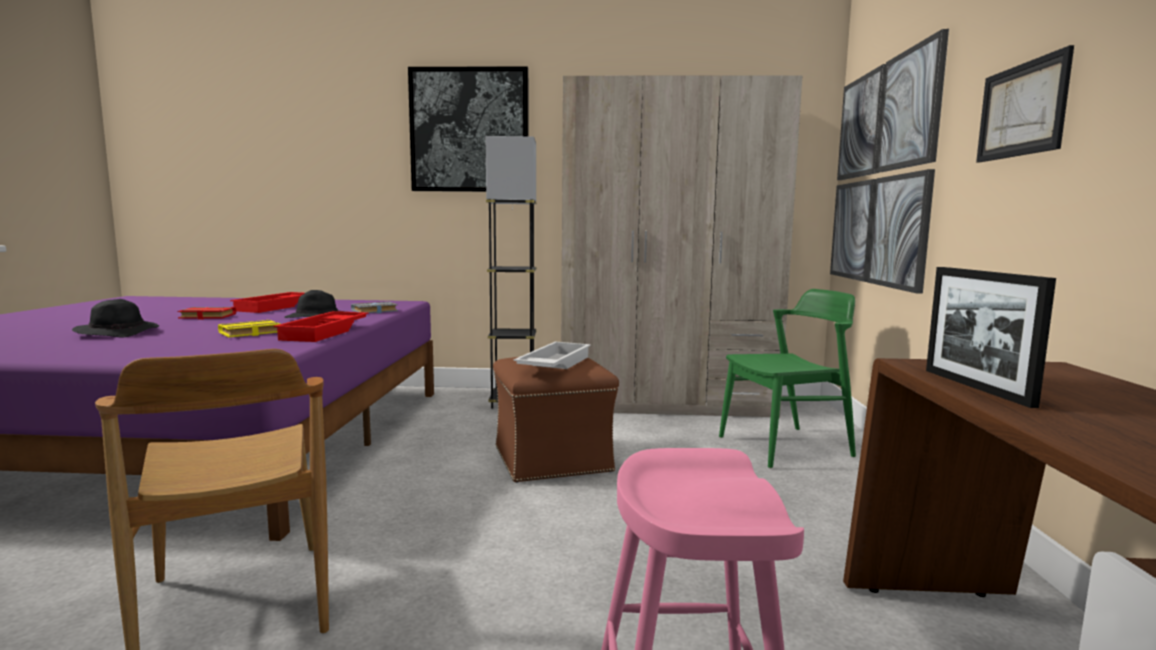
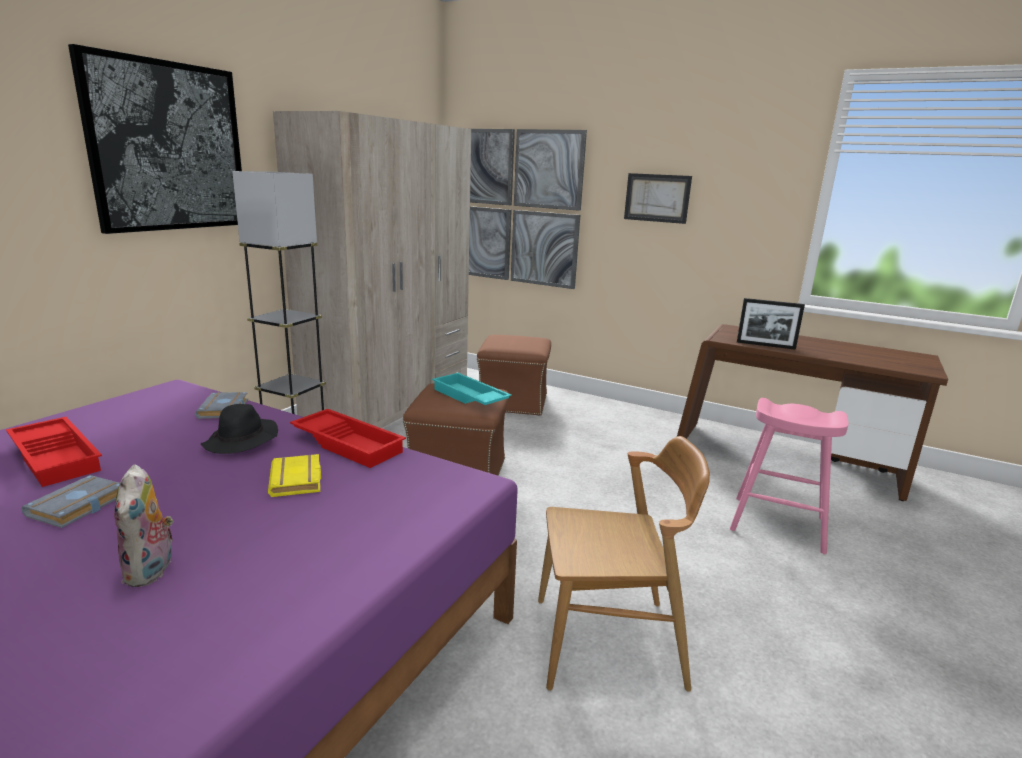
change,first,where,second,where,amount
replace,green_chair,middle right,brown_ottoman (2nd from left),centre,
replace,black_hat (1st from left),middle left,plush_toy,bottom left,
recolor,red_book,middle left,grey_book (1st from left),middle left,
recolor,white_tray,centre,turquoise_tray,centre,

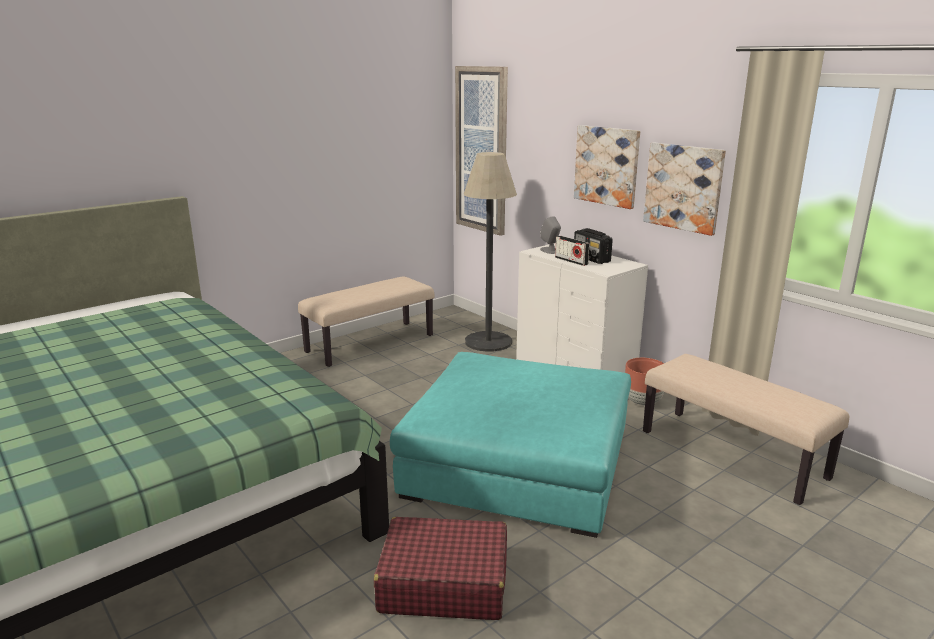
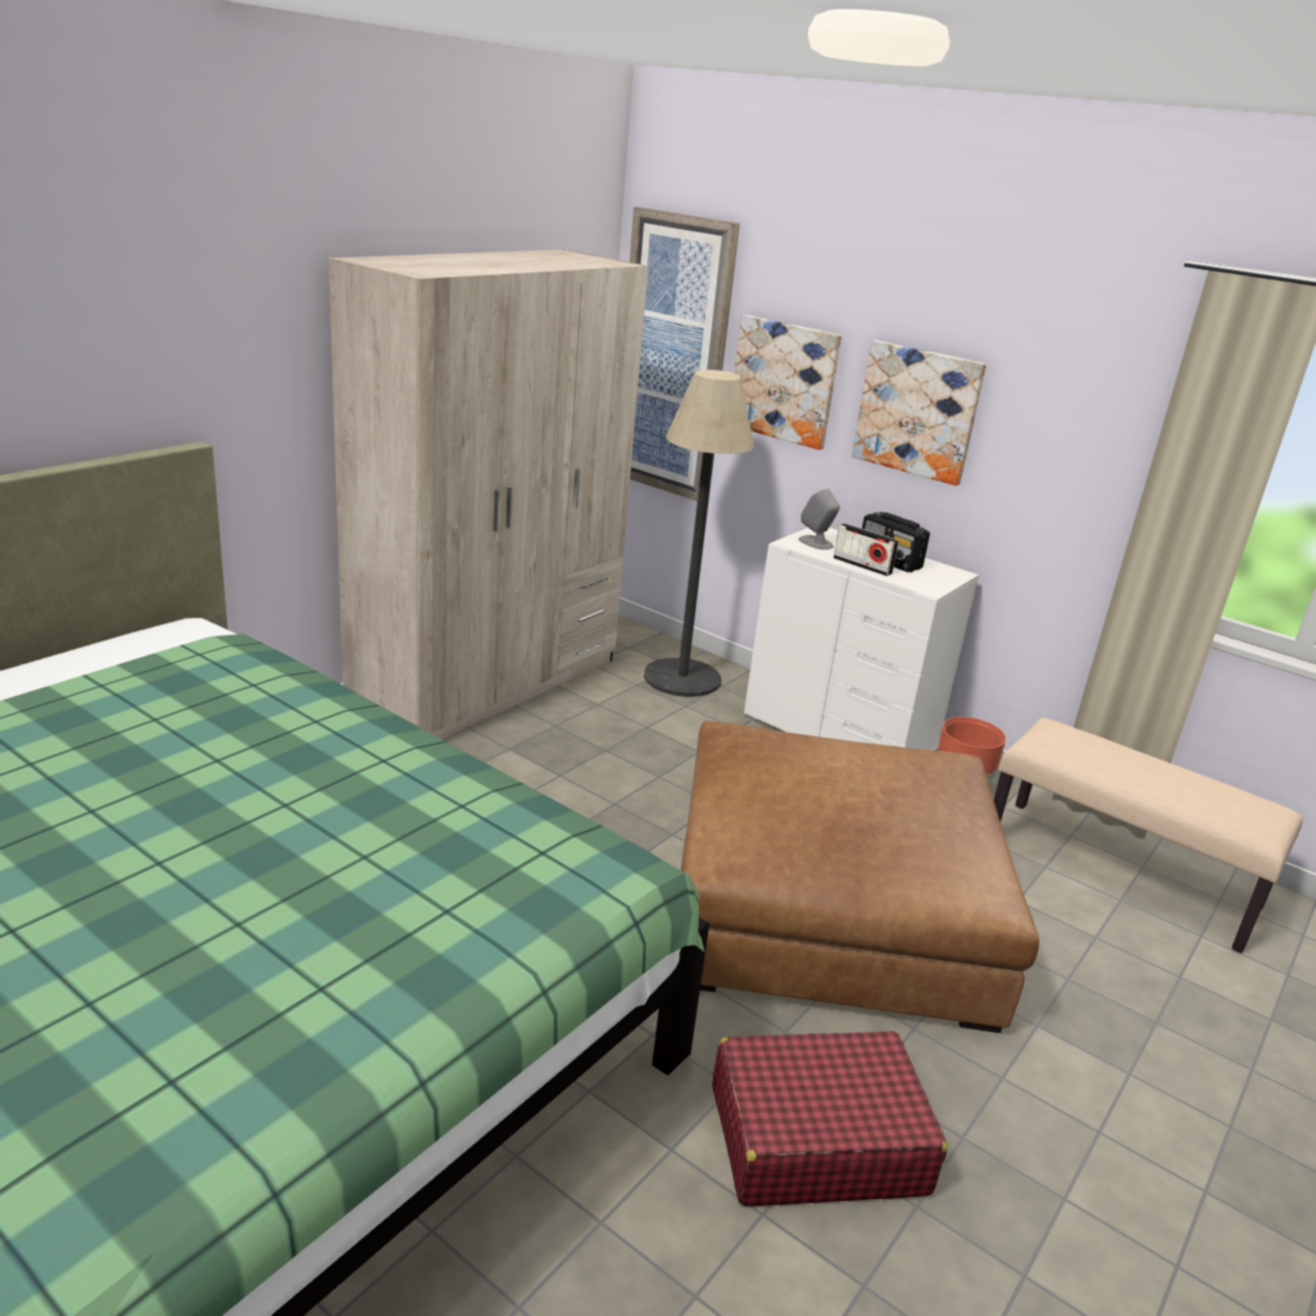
change,first,where,second,where,amount
move,picture (3rd from left in the first image),top right,picture (2nd from left),top centre,
replace,beige_bench (1st from left),centre,beige_wardrobe,centre,
recolor,turquoise_ottoman,bottom centre,brown_ottoman,centre,

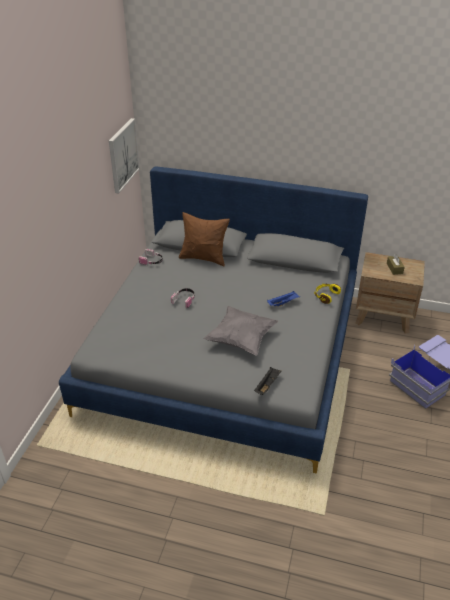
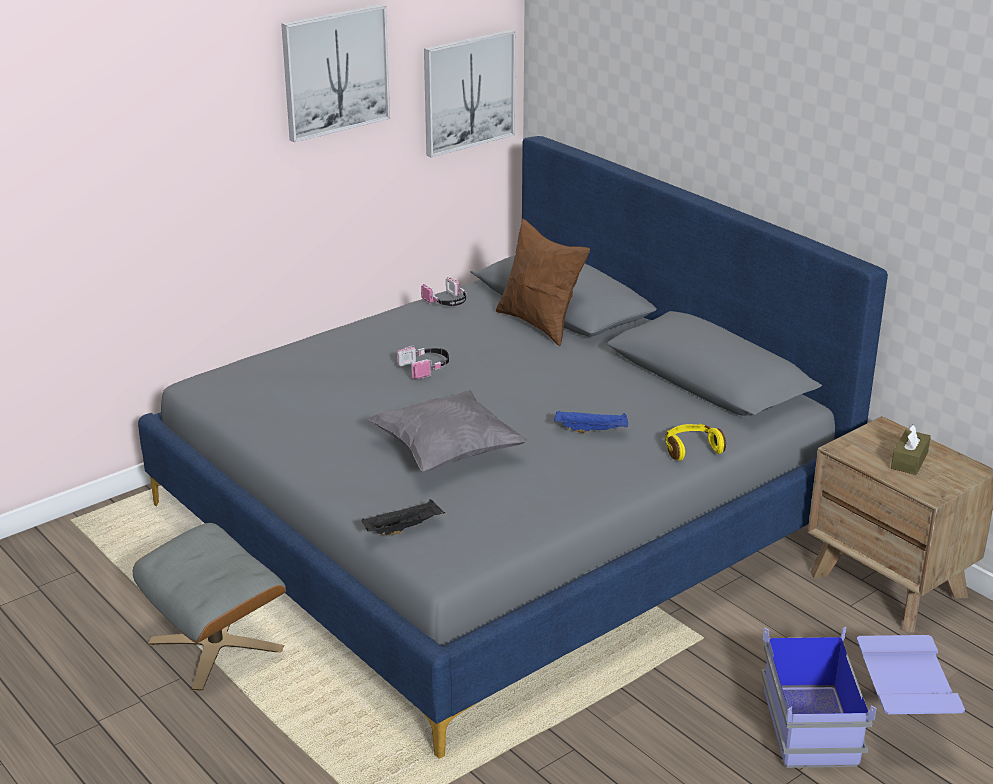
change,first,where,second,where,amount
insert,,,picture (1st from left),top centre,
insert,,,grey_ottoman,bottom left,

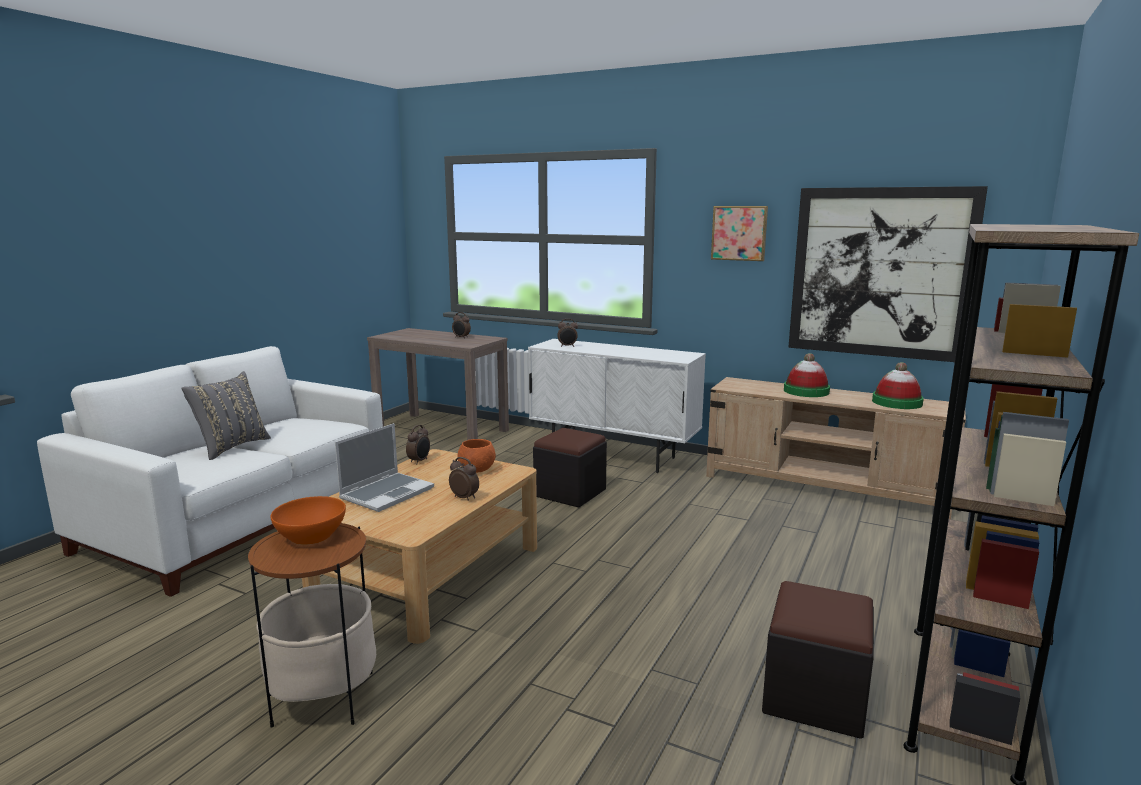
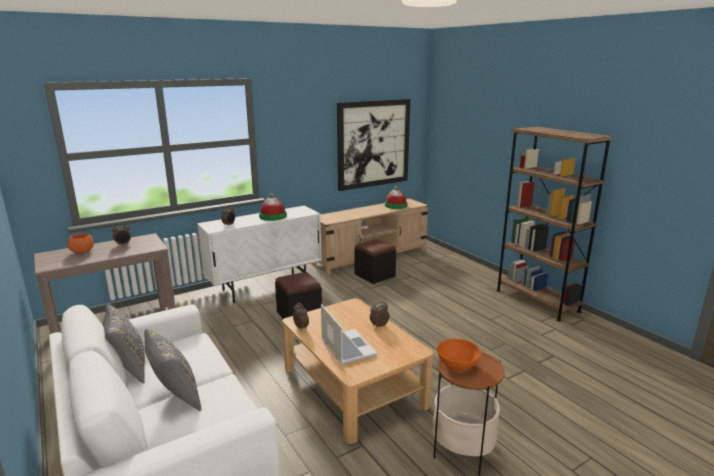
change,first,where,second,where,amount
delete,picture (1st from left),top centre,,,
move,hat (1st from left),middle right,,centre,
move,orange_bowl (2nd from left in the first image),centre,orange_bowl (1st from left),middle left,
move,black_ottoman (2nd from left),bottom right,,centre,
insert,,,grey_pillow (1st from left),bottom left,

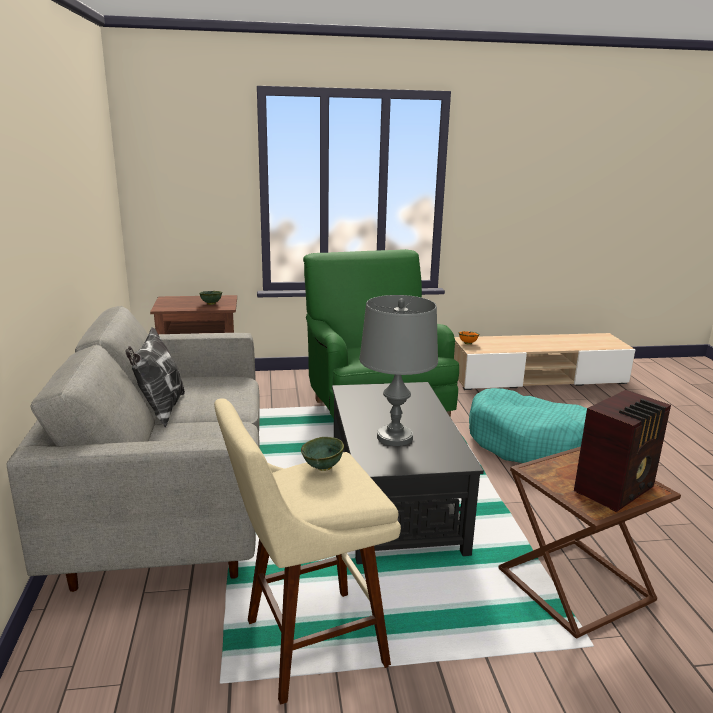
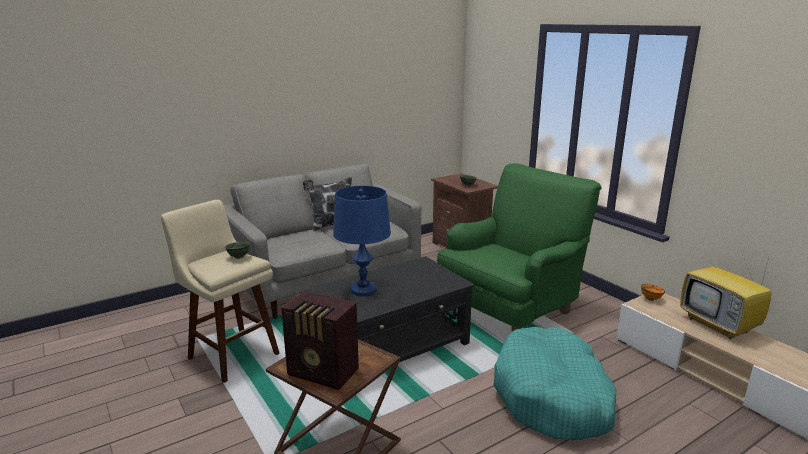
change,first,where,second,where,amount
recolor,grey_table_lamp,centre,blue_table_lamp,centre,
insert,,,television,middle right,

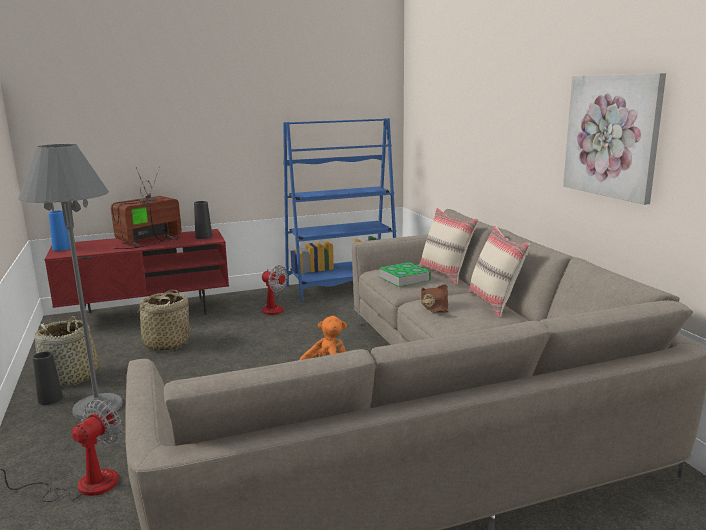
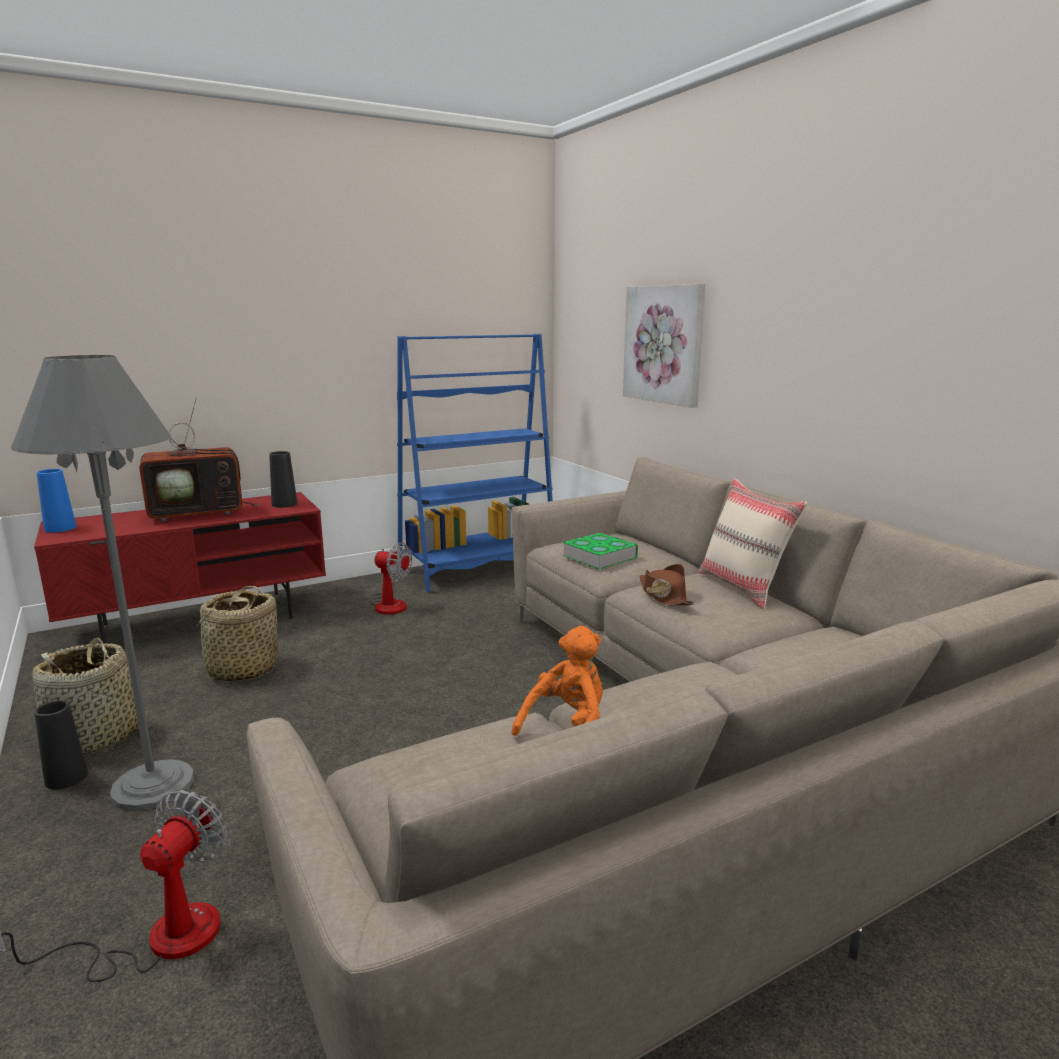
change,first,where,second,where,amount
move,picture,top right,,top centre,
rotate,television,middle left,,middle left,150 degrees counterclockwise
delete,beige_pillow (1st from left),centre,,,

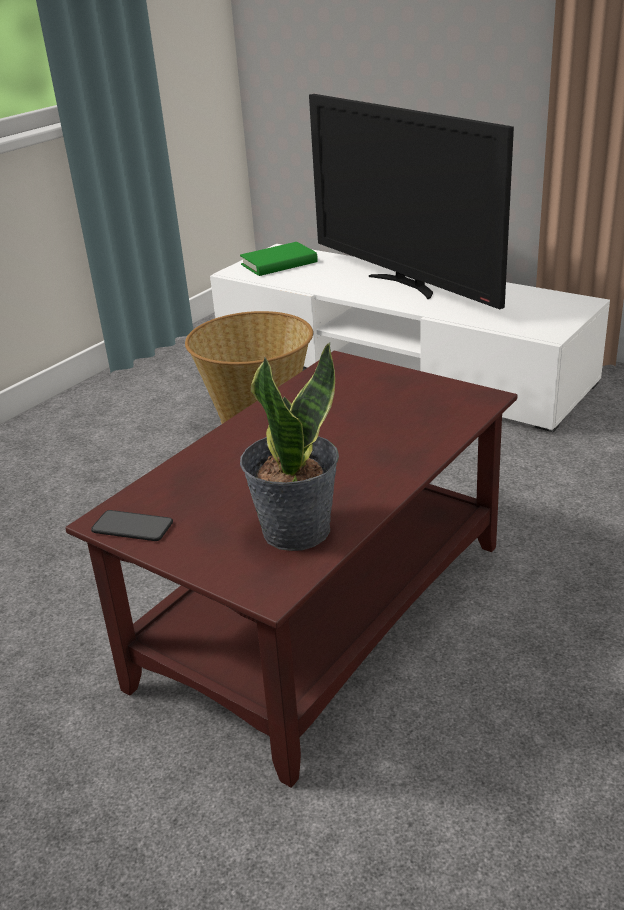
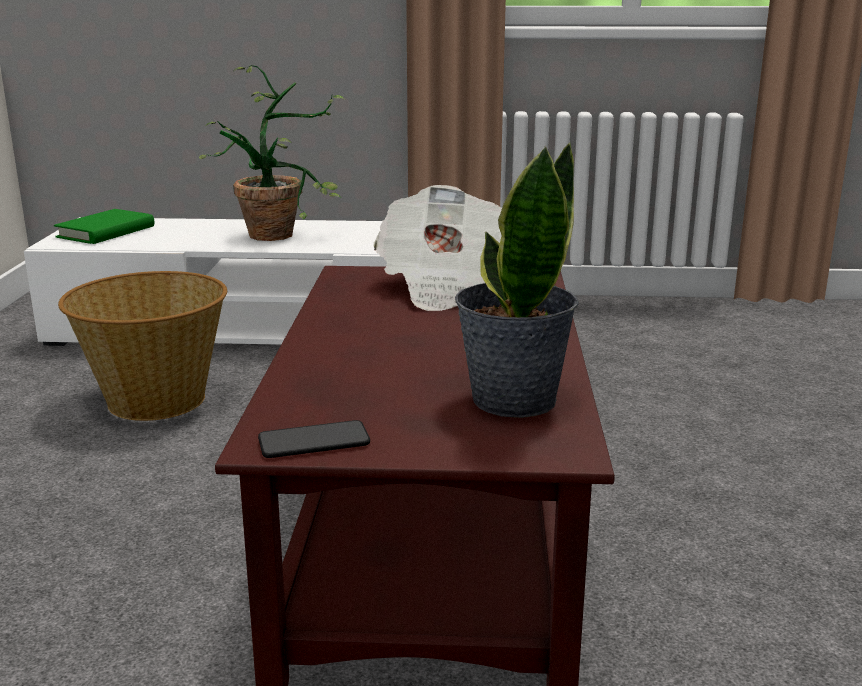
change,first,where,second,where,amount
replace,television,top centre,potted_plant (1st from left),top left,
insert,,,newspaper,centre,

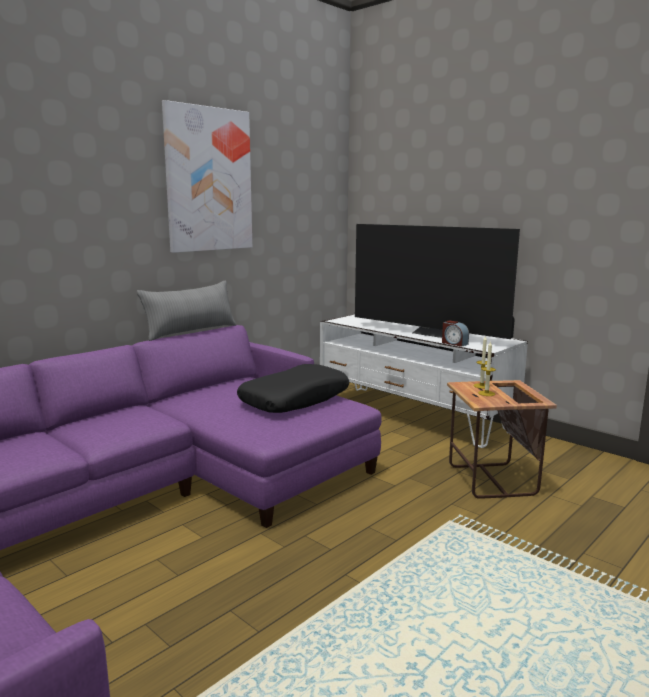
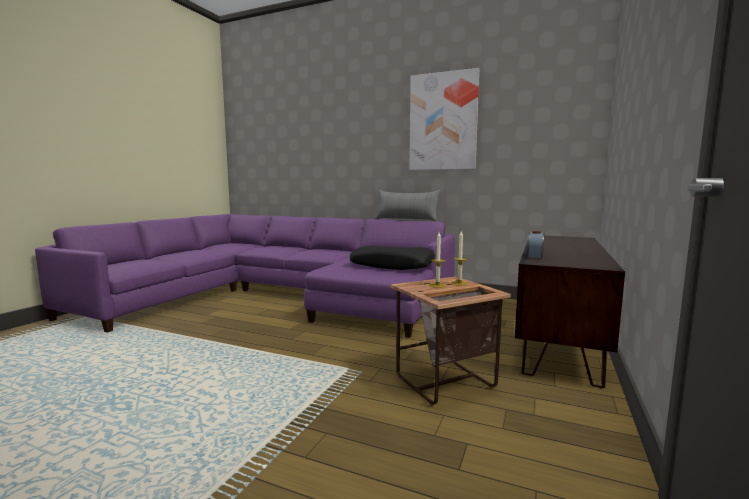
change,first,where,second,where,amount
delete,television,middle right,,,
recolor,white_tv_stand,centre,brown_tv_stand,middle right,

